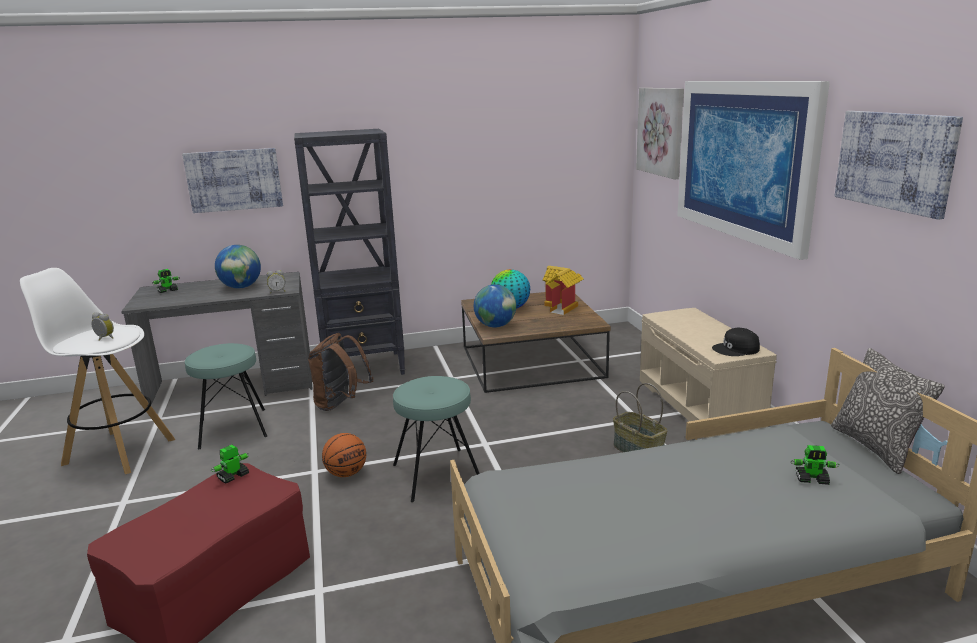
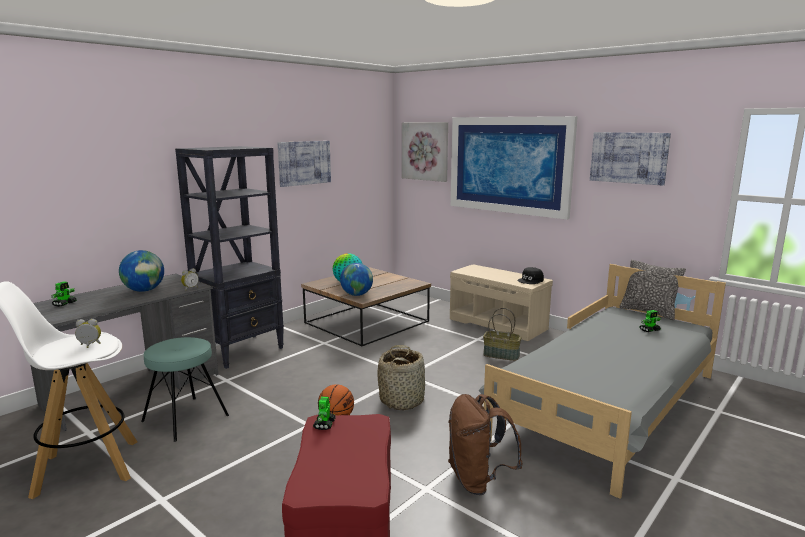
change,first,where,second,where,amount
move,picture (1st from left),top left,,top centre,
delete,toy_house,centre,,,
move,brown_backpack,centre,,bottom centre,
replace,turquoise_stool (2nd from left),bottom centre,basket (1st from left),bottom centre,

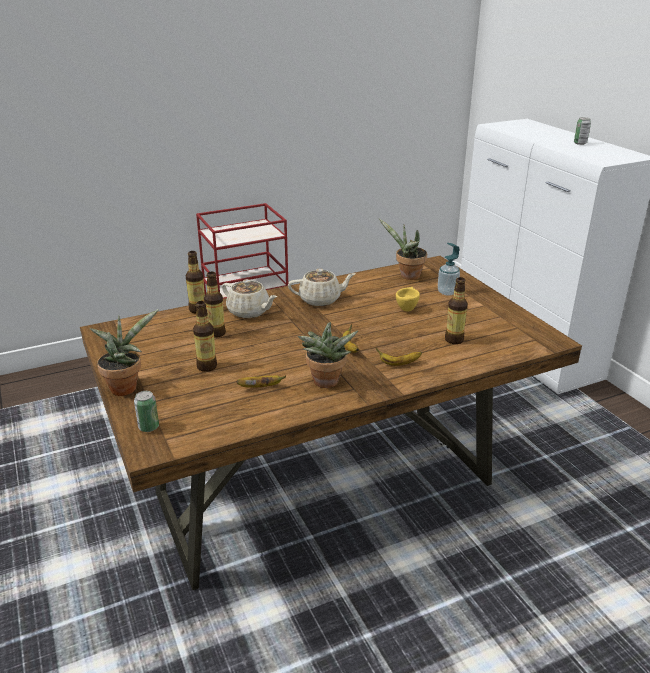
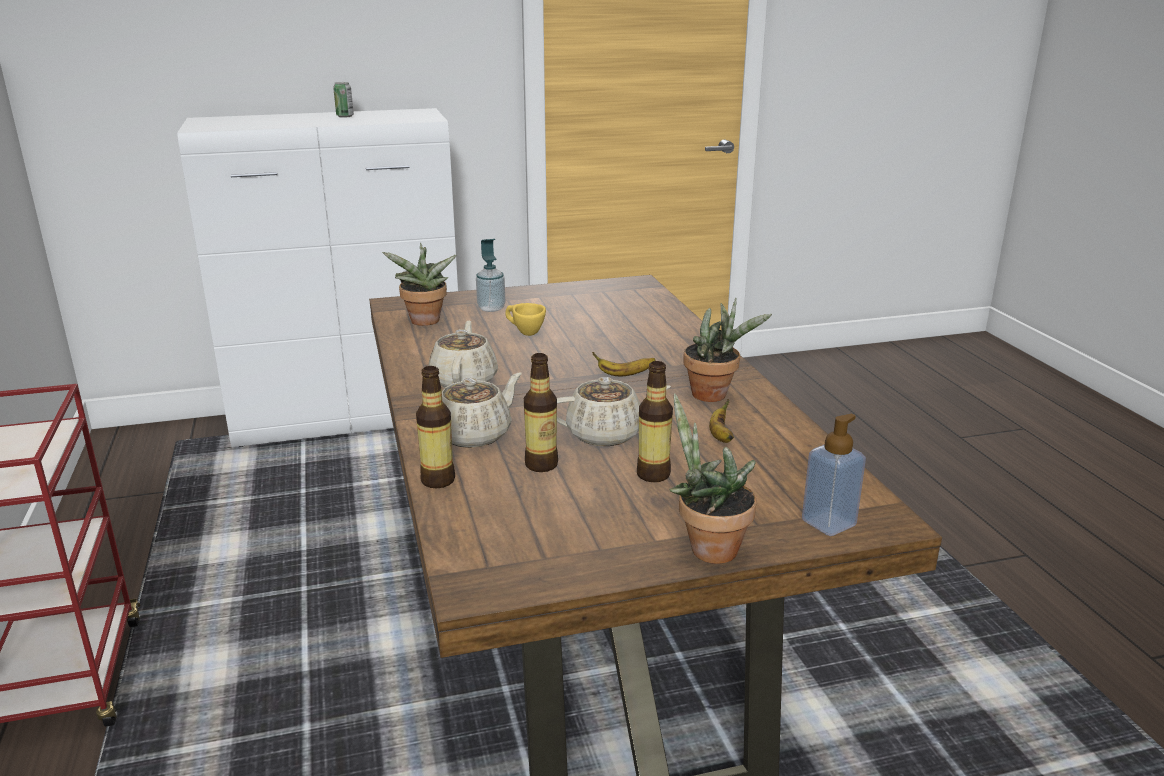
change,first,where,second,where,amount
delete,bottle (4th from left),middle right,,,
delete,banana (3rd from left),centre,,,
replace,can (1st from left),middle left,soap_dispenser (2nd from left),middle right,
insert,,,beige_teapot (3rd from left),centre,

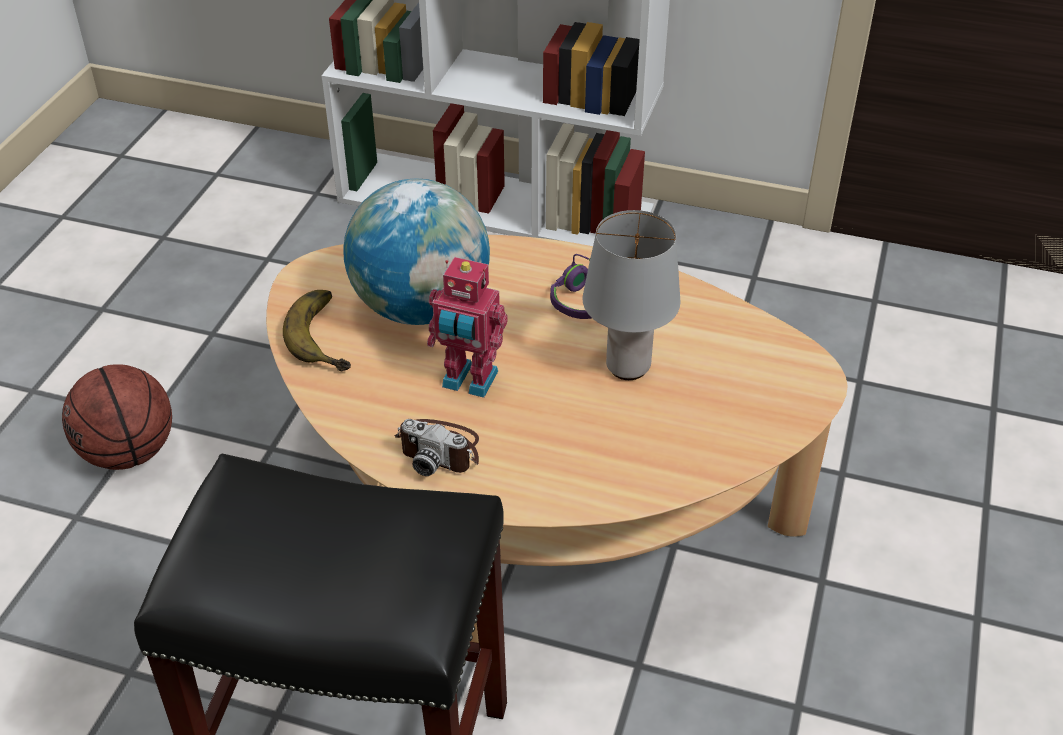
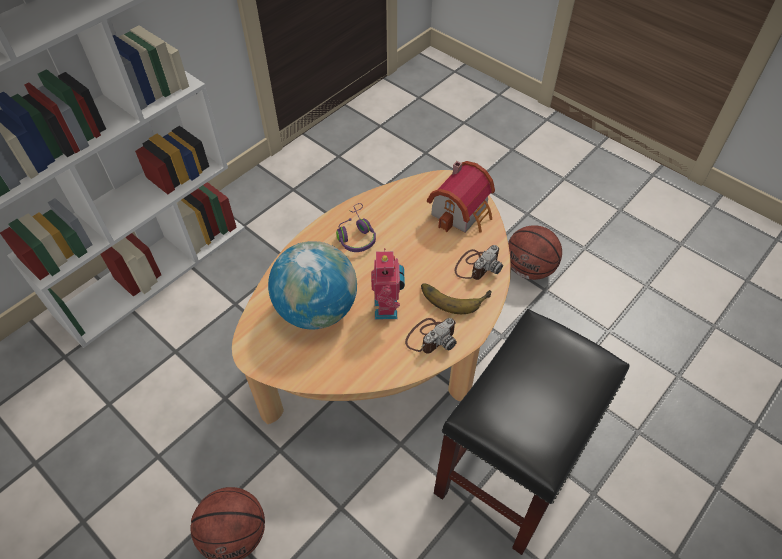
change,first,where,second,where,amount
delete,grey_table_lamp,centre,,,
rotate,toy_robot,centre,,centre,45 degrees counterclockwise
move,banana,middle left,,centre,
insert,,,toy_house,centre,
insert,,,basketball (2nd from left),middle right,
insert,,,photo_camera (2nd from left),centre,

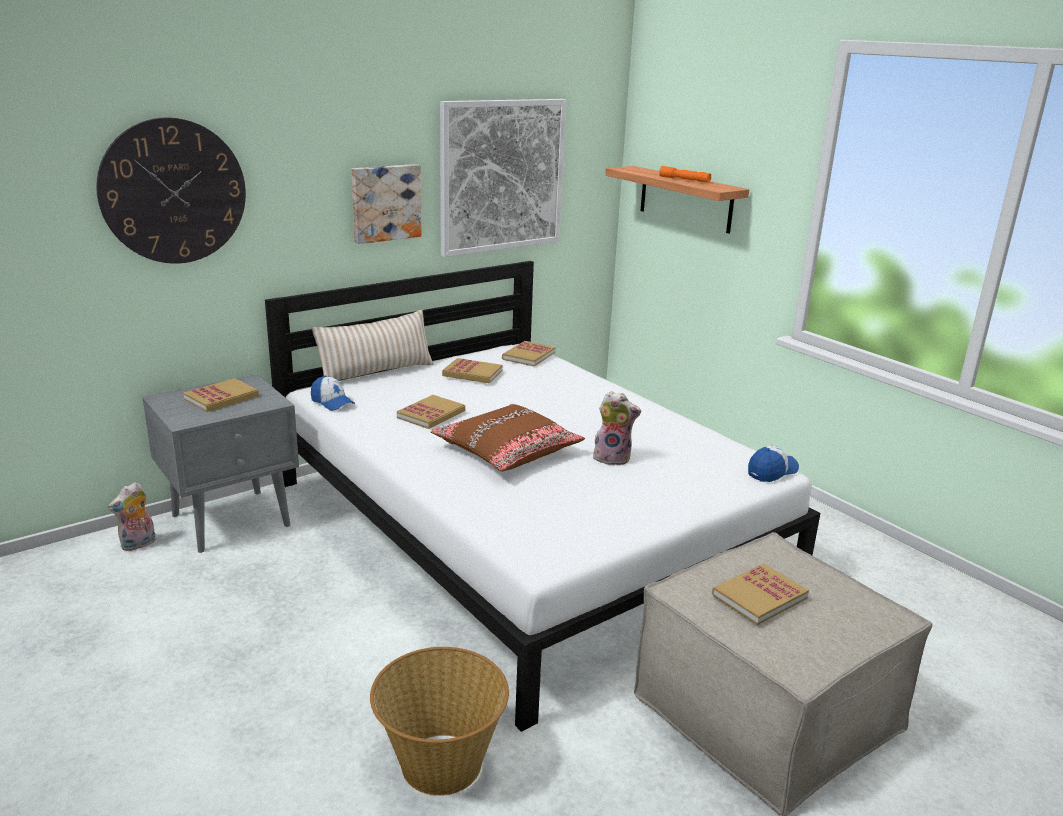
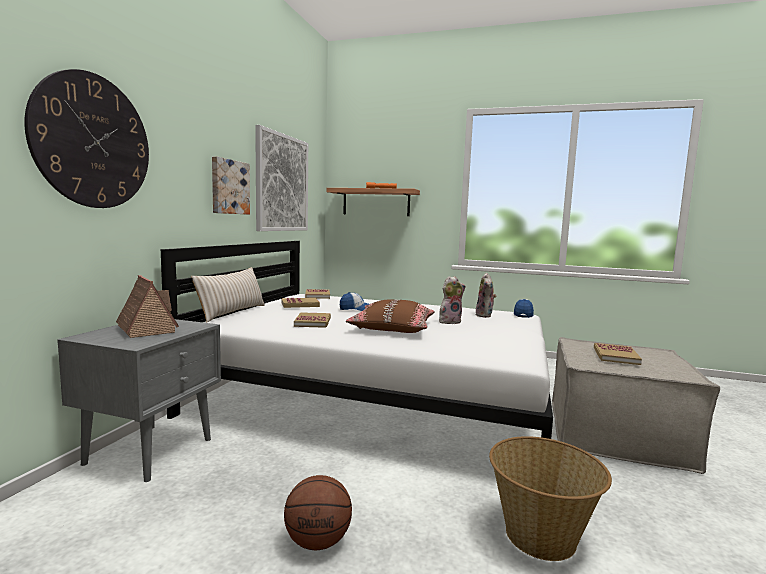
change,first,where,second,where,amount
move,cap (1st from left),middle left,,centre,
replace,book (1st from left),middle left,toy_house,middle left,
move,plush_toy (1st from left in the first image),middle left,plush_toy (2nd from left),centre,
insert,,,basketball,bottom centre,

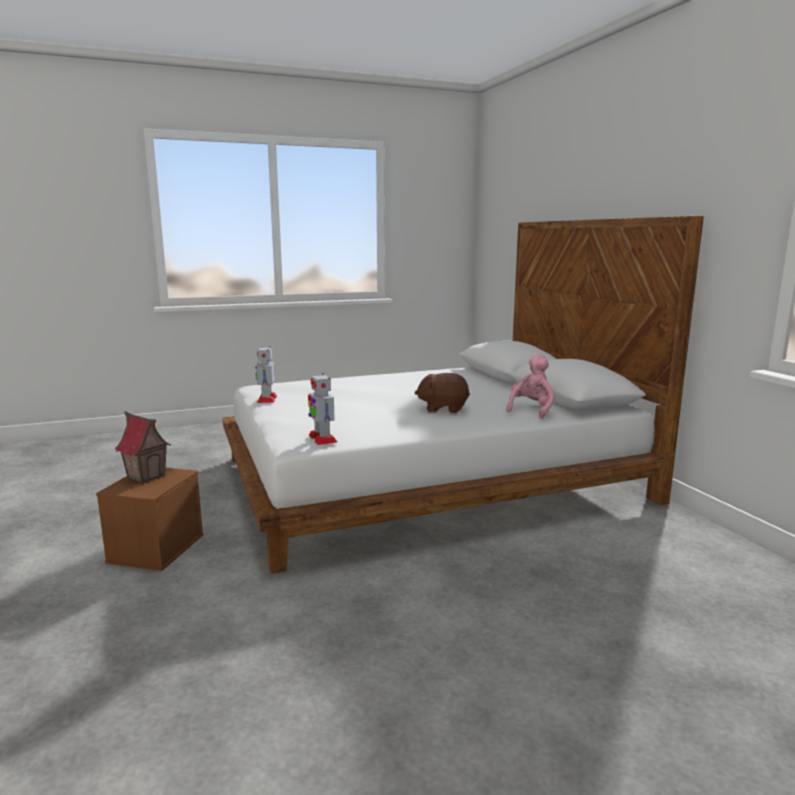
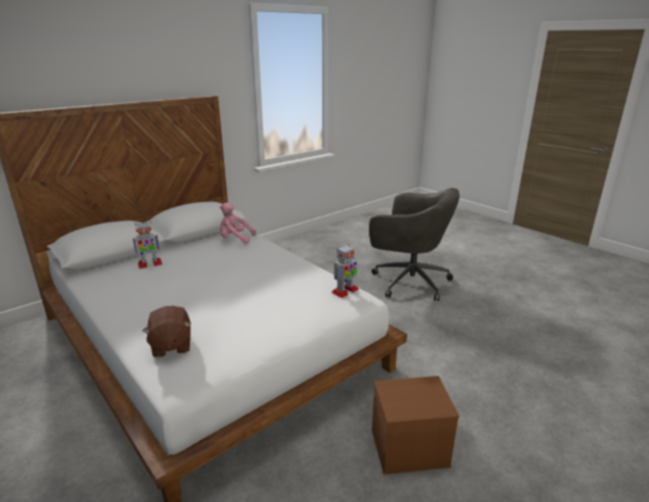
change,first,where,second,where,amount
move,toy_robot (1st from left),centre,,middle left,
move,brown_plush_toy,centre,,middle left,
delete,toy_house,middle left,,,
insert,,,grey_office_chair,centre,

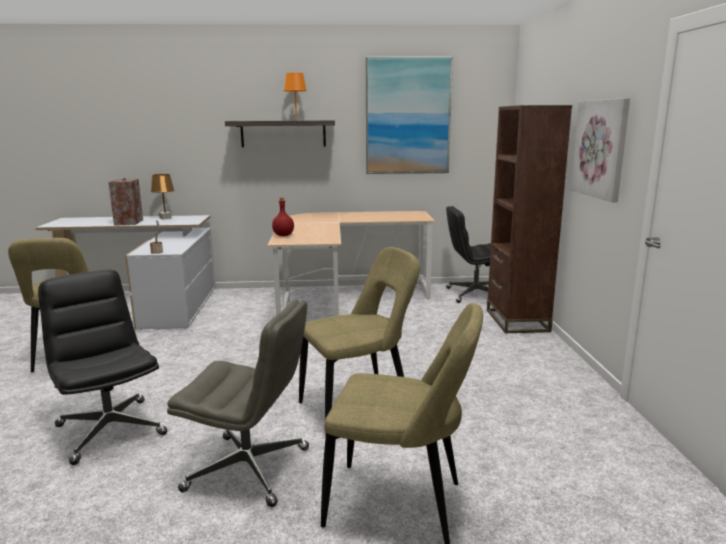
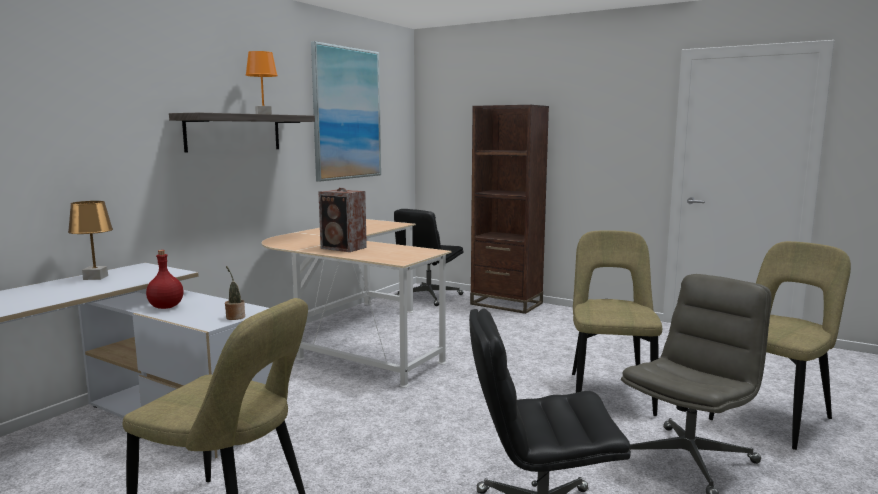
change,first,where,second,where,amount
delete,picture (2nd from left),top right,,,
move,speaker,middle left,,centre,
move,red_bottle,centre,,middle left,

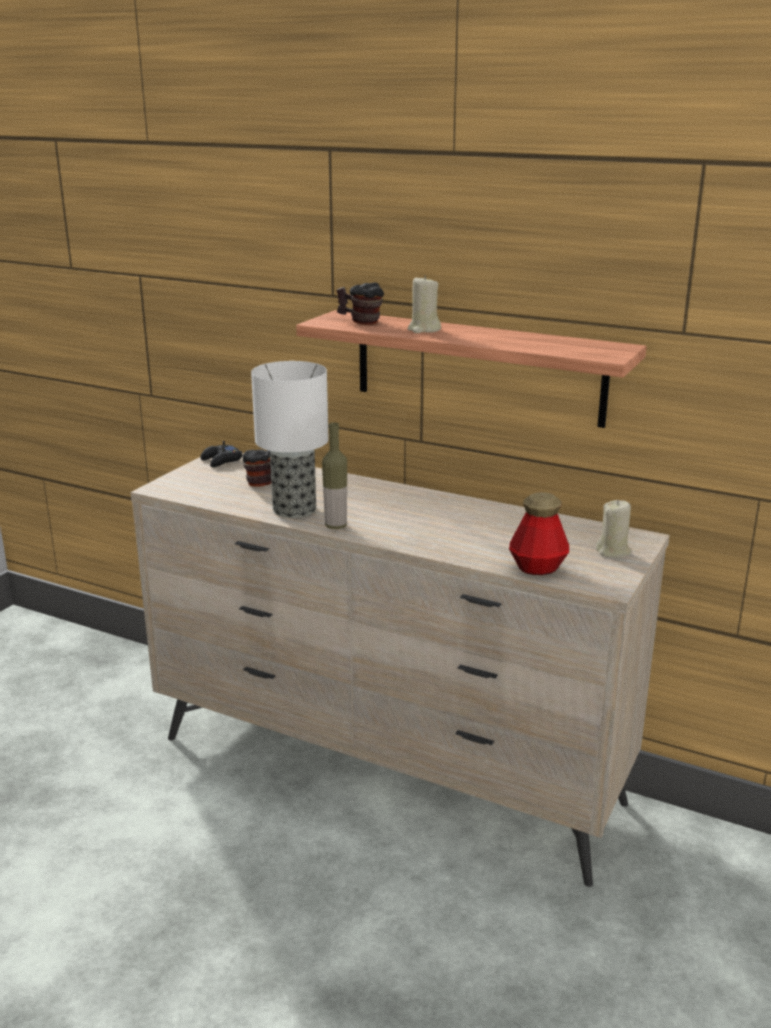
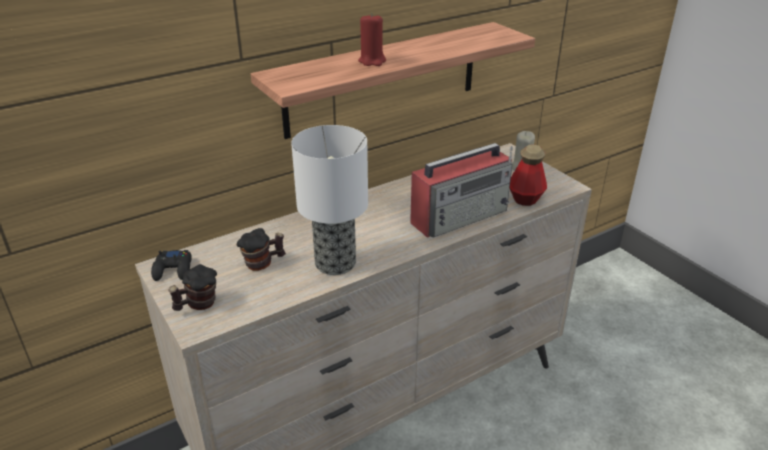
change,first,where,second,where,amount
recolor,beige_candle (1st from left),top centre,red_candle,top centre,
move,mug (2nd from left in the first image),top centre,mug (1st from left),middle left,
delete,bottle (1st from left),centre,,,
insert,,,radio,centre,

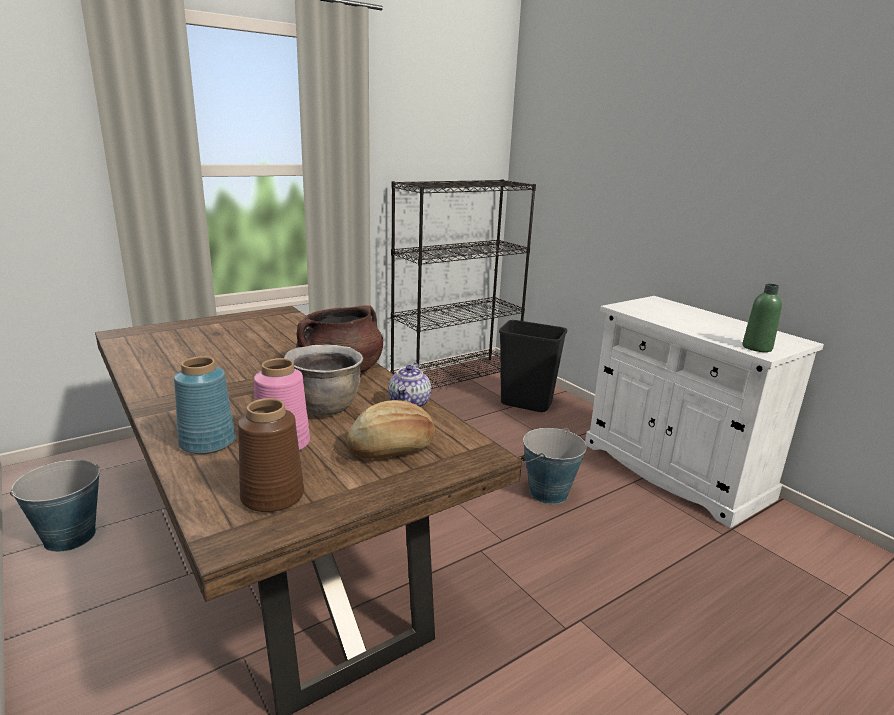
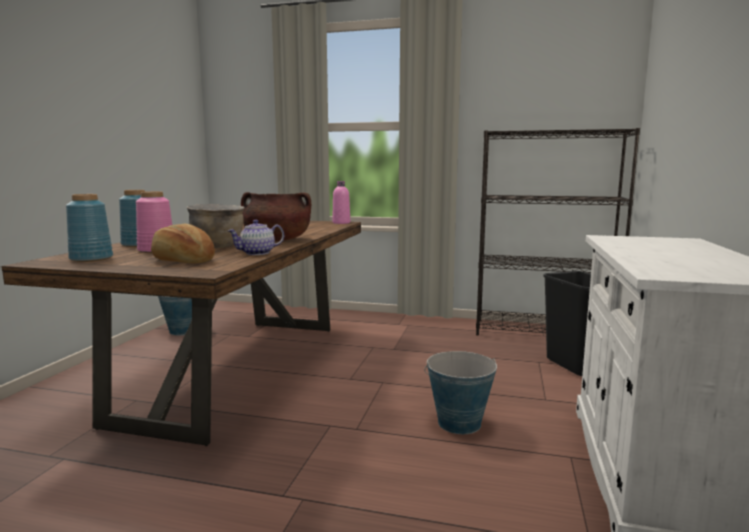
change,first,where,second,where,amount
delete,green_bottle,middle right,,,
recolor,brown_vase,middle left,blue_vase (1st from left),middle left,
insert,,,pink_bottle,centre,

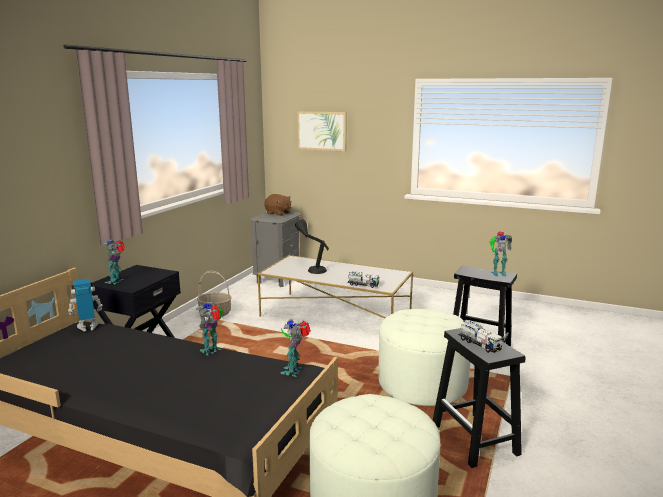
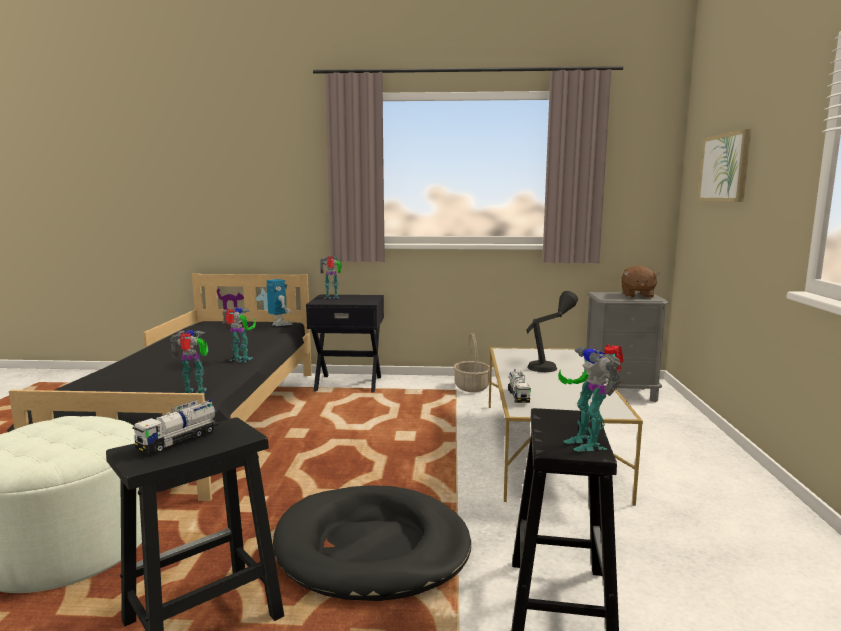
change,first,where,second,where,amount
replace,white_ottoman (2nd from left),bottom centre,black_dog_bed,bottom centre,

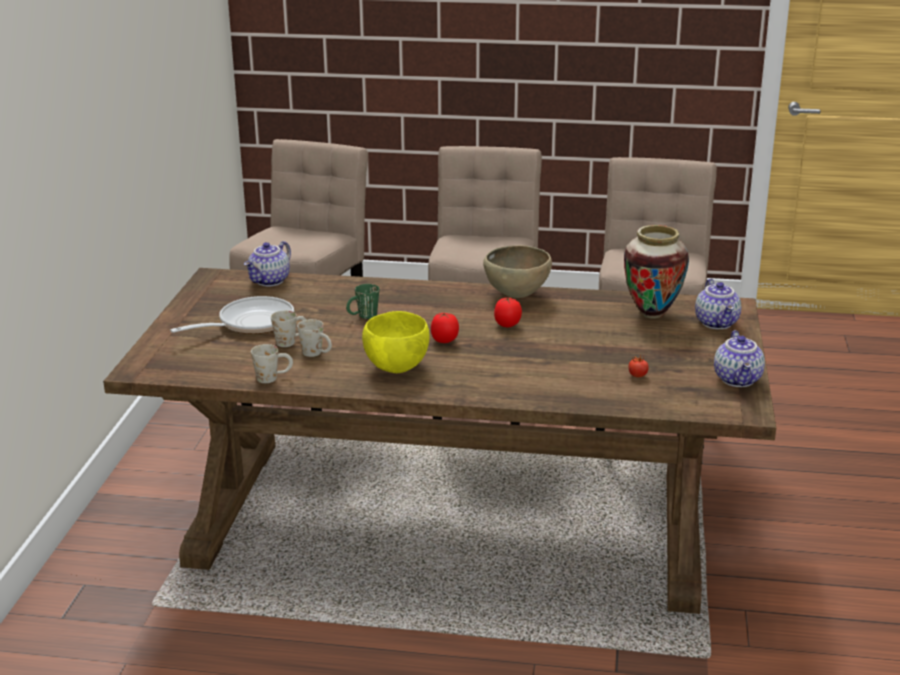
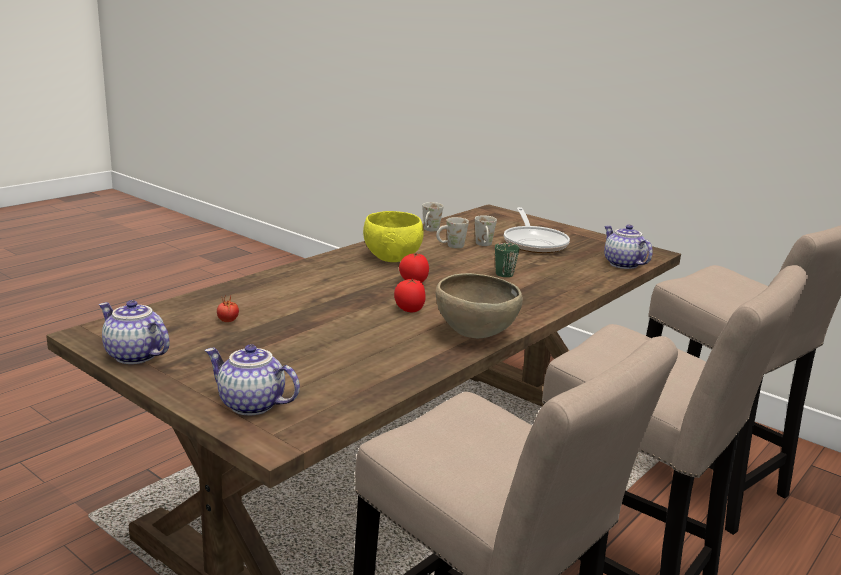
change,first,where,second,where,amount
delete,vase,middle right,,,

